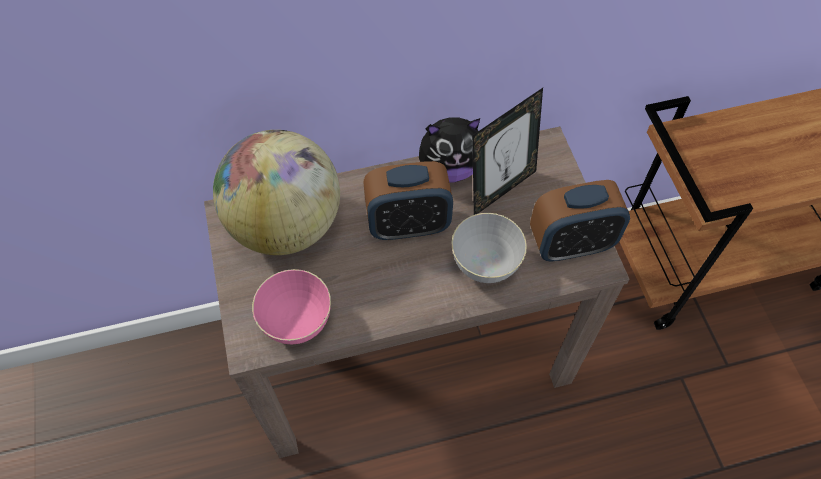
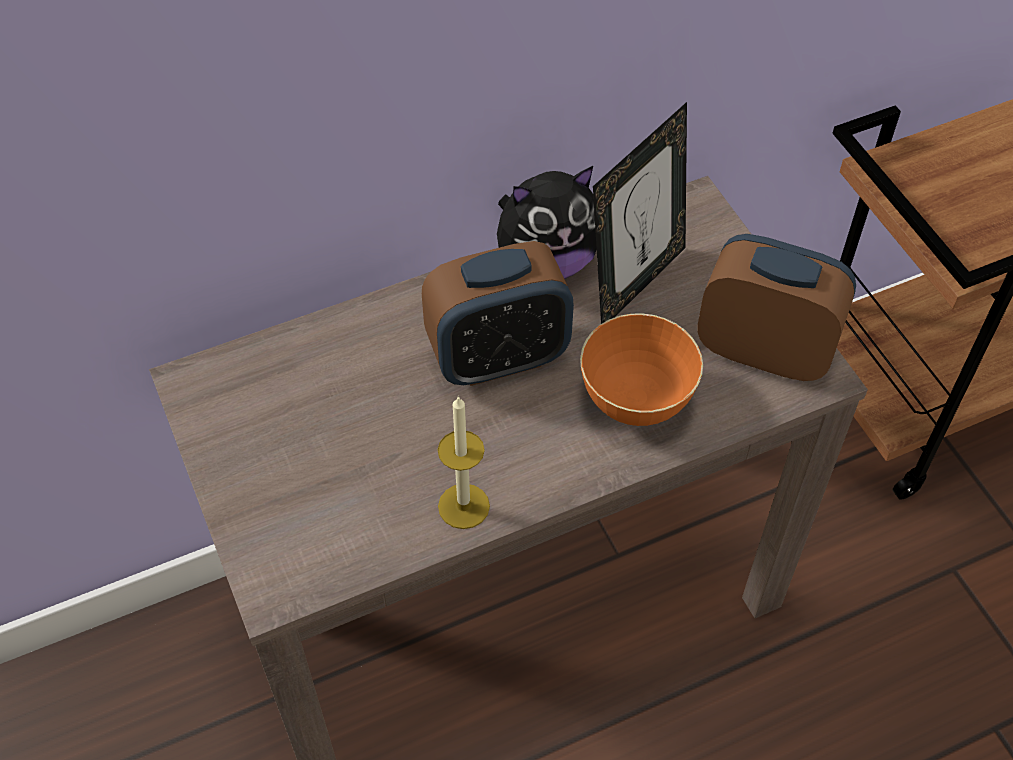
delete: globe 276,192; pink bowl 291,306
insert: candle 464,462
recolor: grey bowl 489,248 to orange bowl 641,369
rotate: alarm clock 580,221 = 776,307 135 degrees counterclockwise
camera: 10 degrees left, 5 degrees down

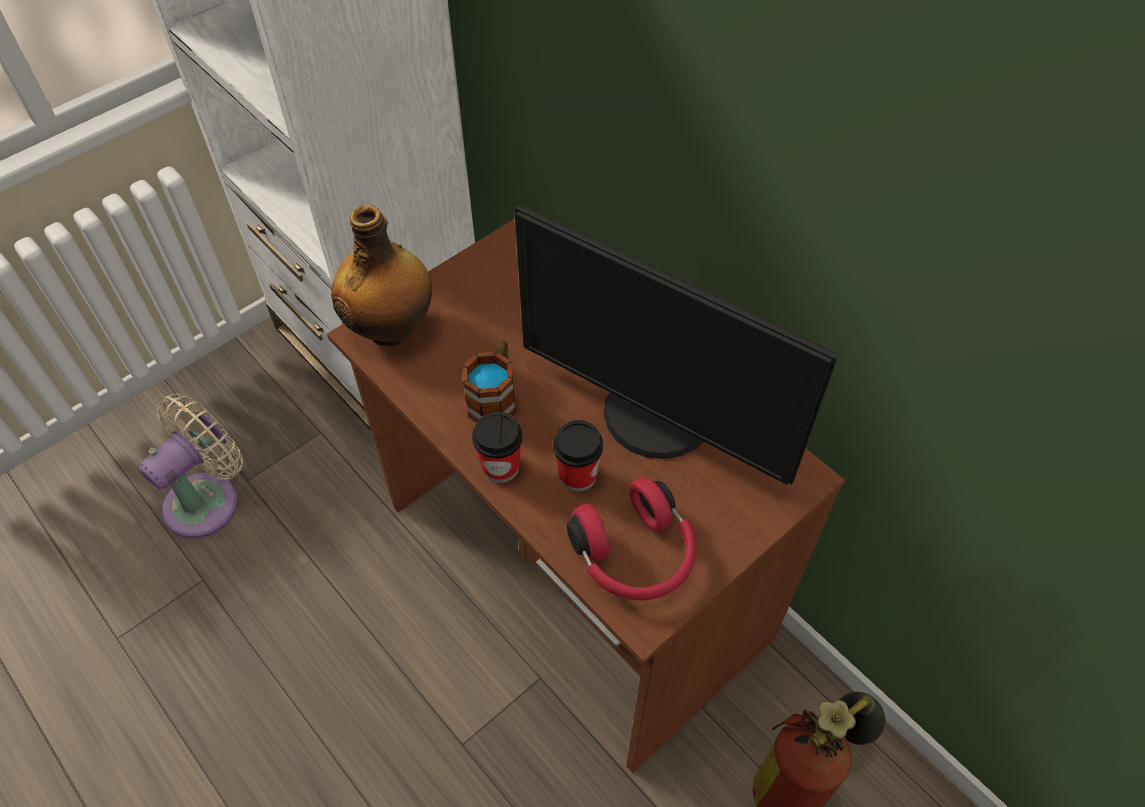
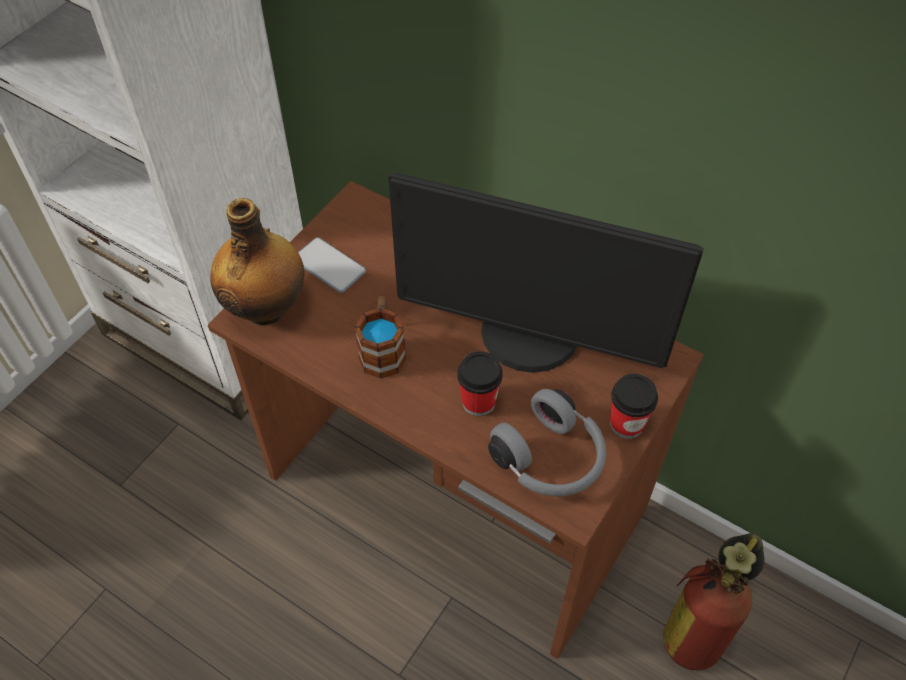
delete: beige fan 191,466
insert: phone 332,265
move: cup 497,447 to 634,406
recolor: red headphones 631,539 to grey headphones 547,442
camera: 15 degrees left, 0 degrees up

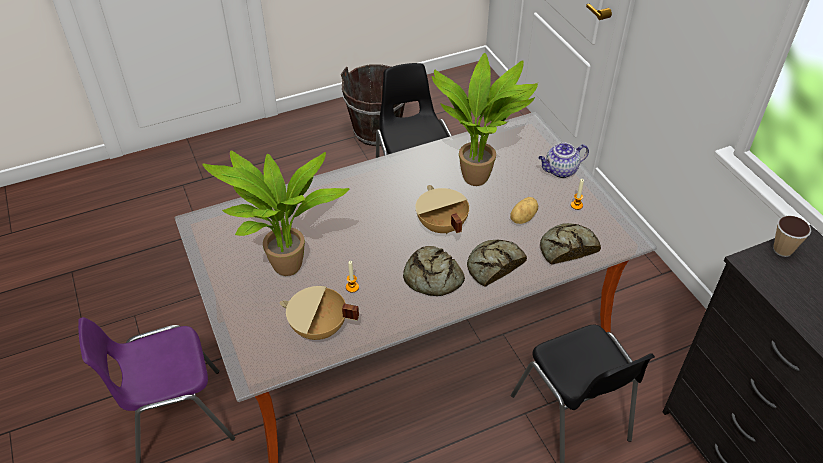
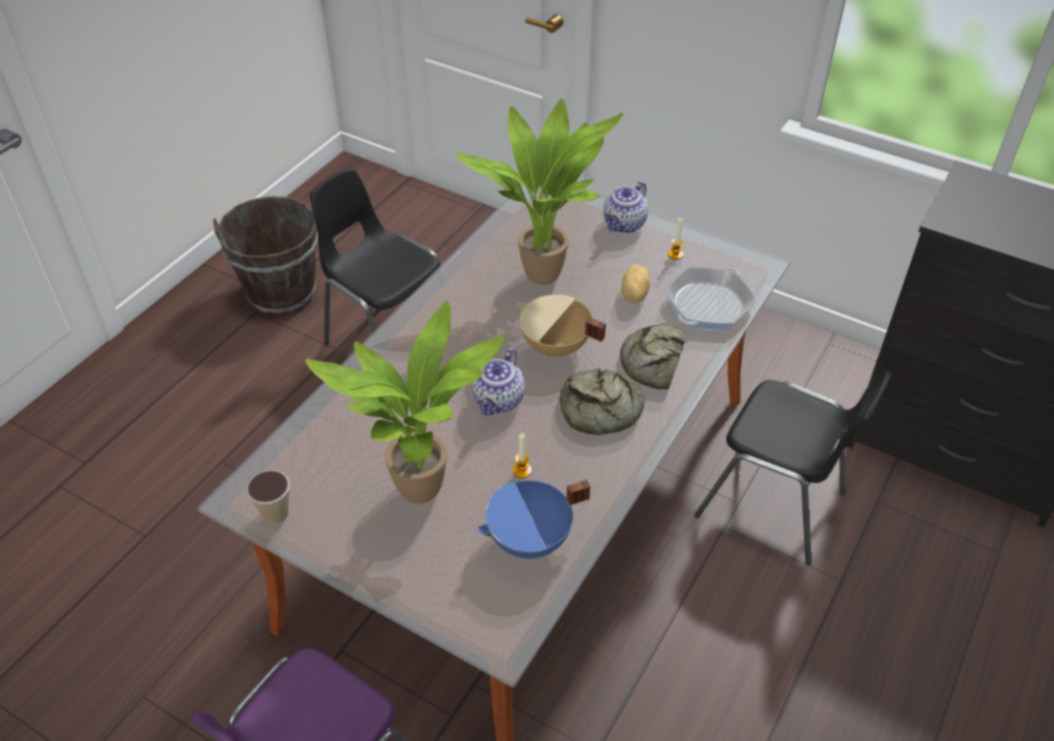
insert: teapot 498,382
move: cup 792,236 to 268,497
replace: bread 570,243 to frying pan 710,298
recolor: beige cooking pot 319,313 to blue cooking pot 533,519
camera: 35 degrees left, 0 degrees up

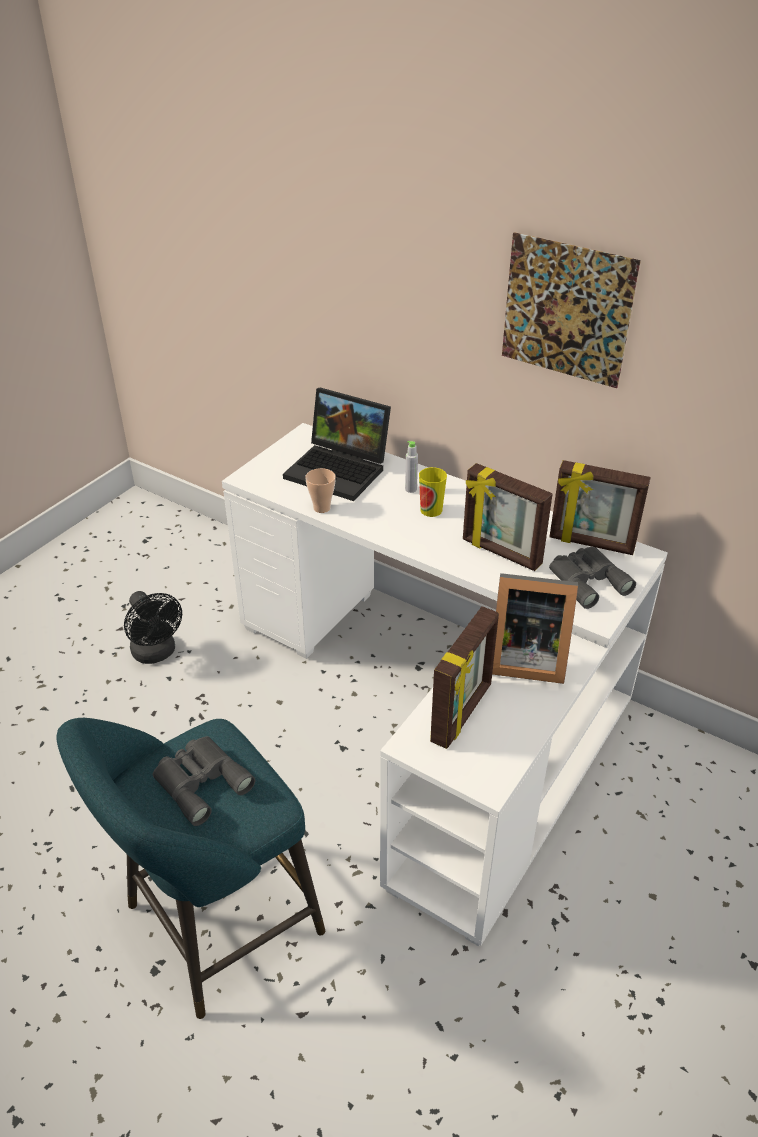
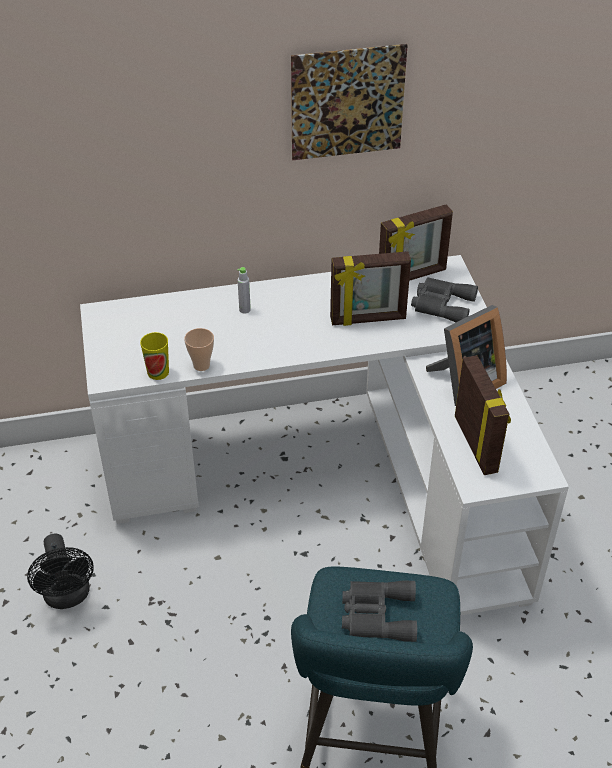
delete: laptop 337,444
move: cup 433,492 to 154,356
rotate: black fan 153,627 = 60,571 60 degrees clockwise
camera: 45 degrees left, 5 degrees up

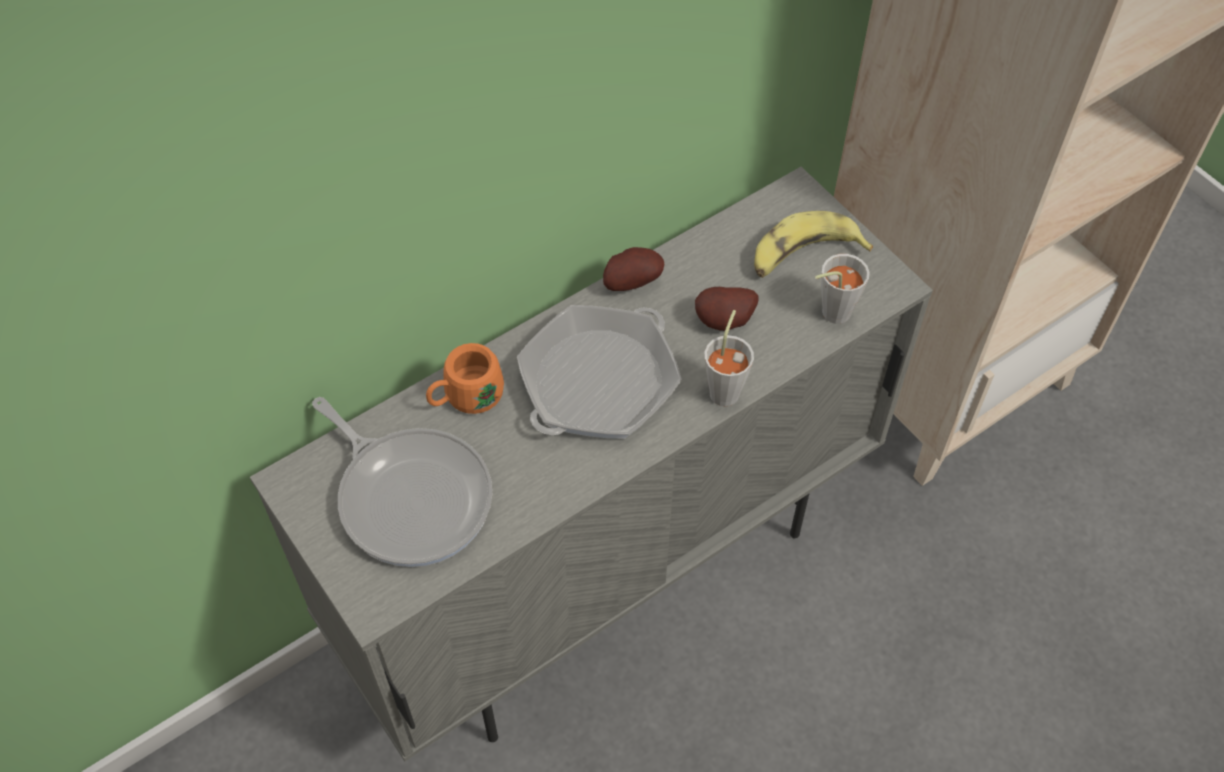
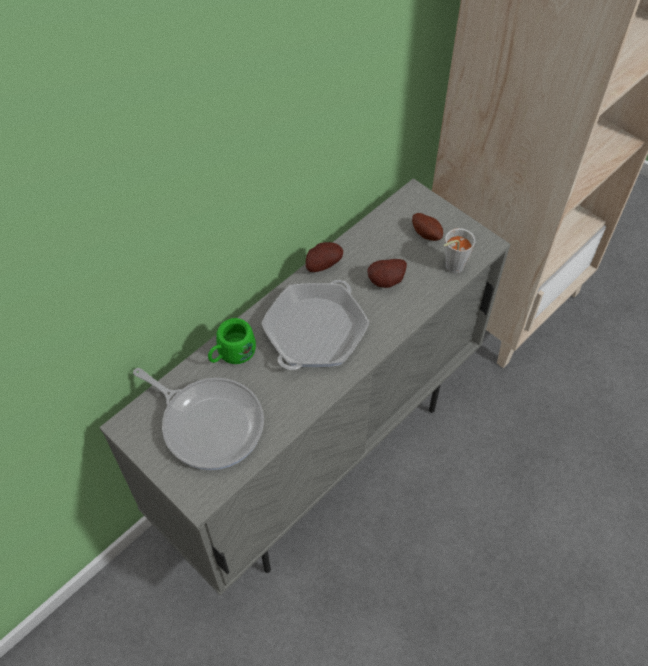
delete: grey cup 729,358
replace: banana 813,244 to potato 427,227
recolor: orange mug 465,378 to green mug 232,341
camera: 10 degrees left, 0 degrees up

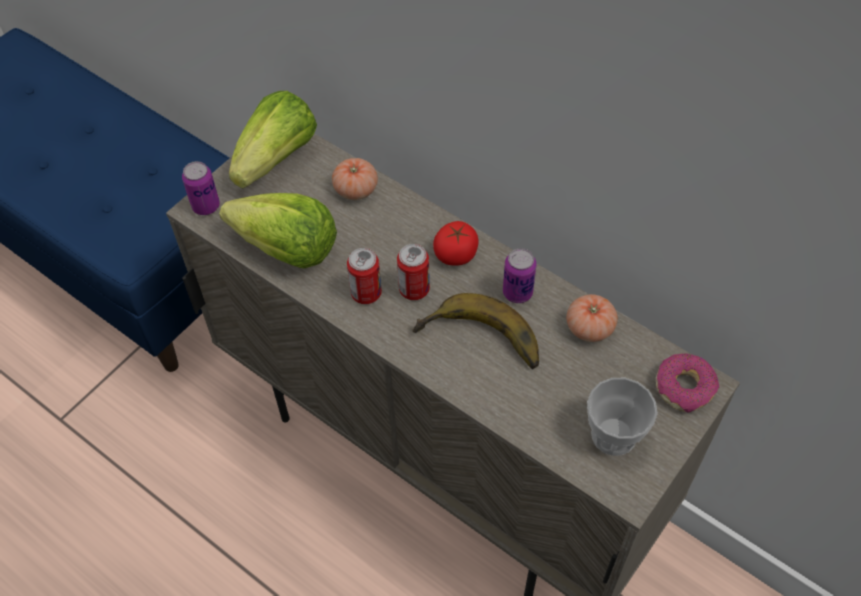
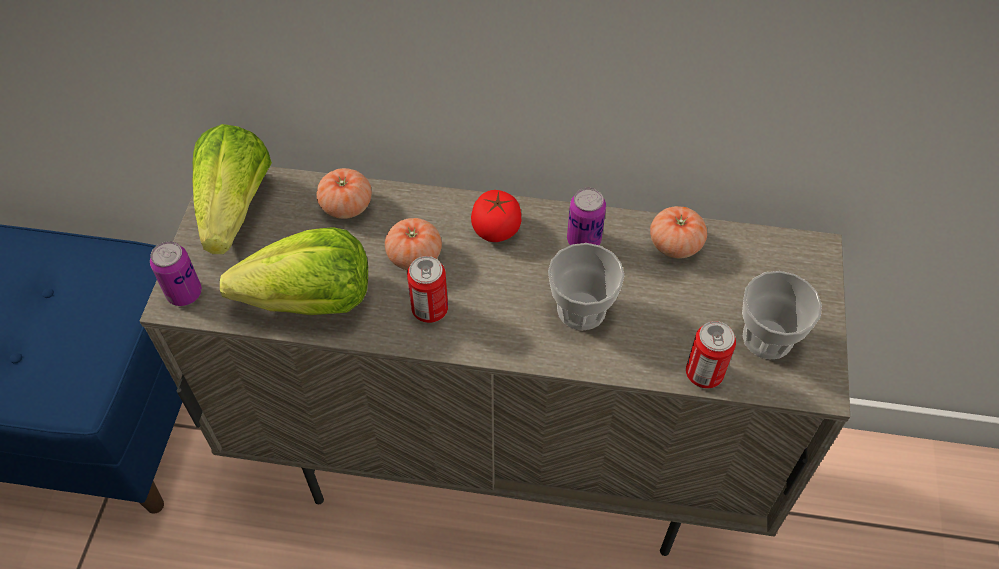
delete: donut 687,383
insert: tomato 413,244
move: can 413,272 to 711,354
replace: banana 475,331 to cup 586,287
camera: 30 degrees left, 0 degrees up

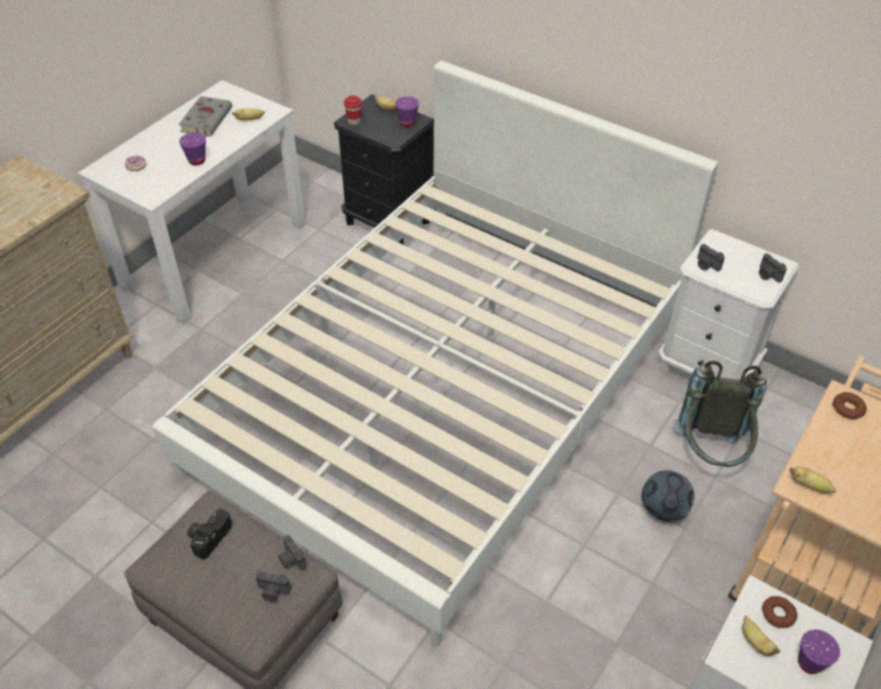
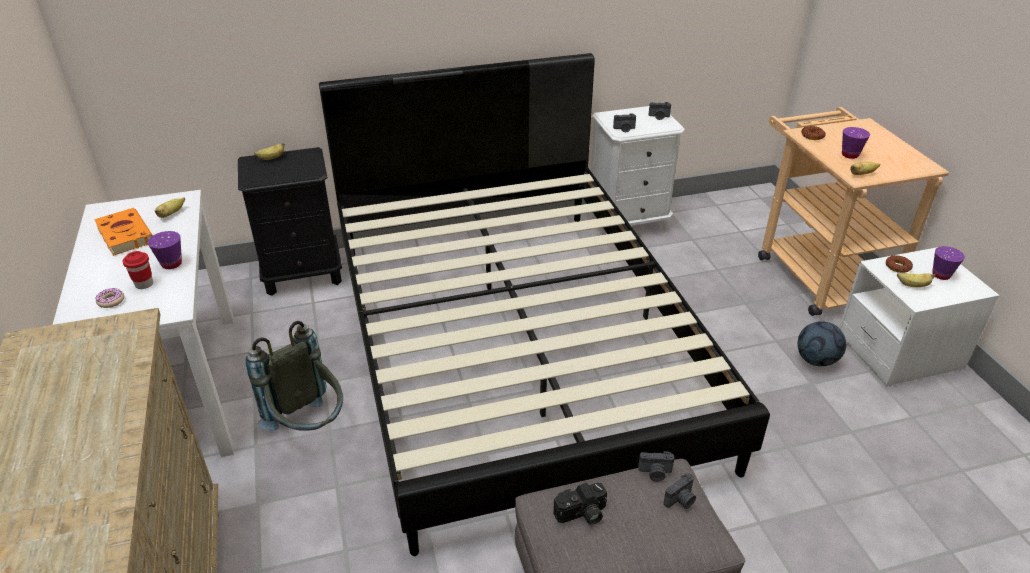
move: red cup 353,110 to 137,270; purple cup 407,111 to 856,143; grey backpack 720,414 to 294,376; football 667,496 to 821,343
recolor: white bed 435,354 to black bed 544,304; grey book 205,116 to orange book 123,232
rotate: photo camera 209,534 = 580,504 90 degrees counterclockwise
camera: 50 degrees left, 10 degrees down

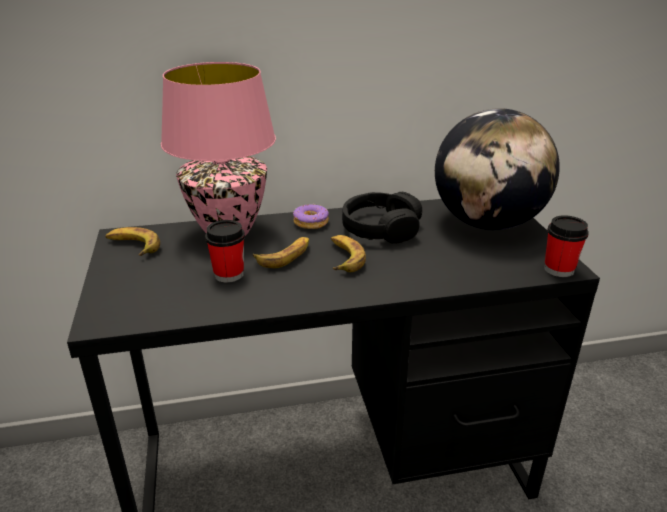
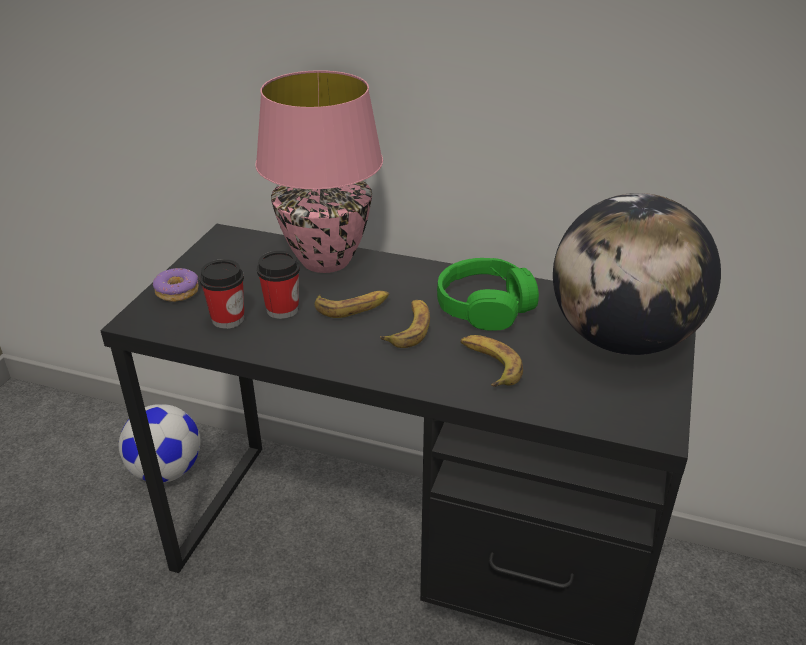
insert: football 160,443
move: donut 311,216 to 176,285; cup 566,246 to 222,294; banana 132,241 to 491,361
recolor: black headphones 382,218 to green headphones 488,294
camera: 30 degrees right, 5 degrees up

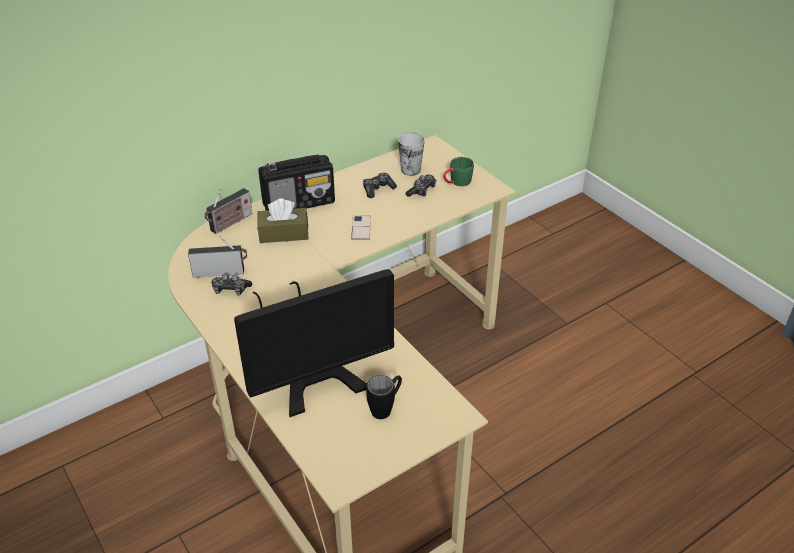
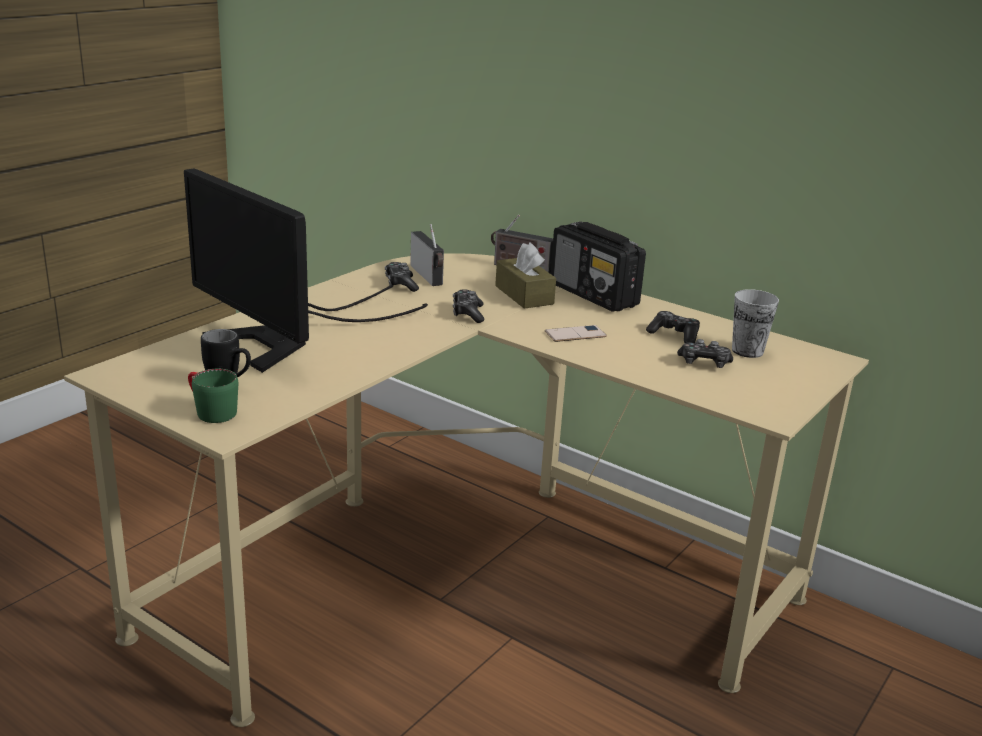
insert: game controller 468,306
move: green mug 458,171 to 213,396
camera: 70 degrees right, 15 degrees down

